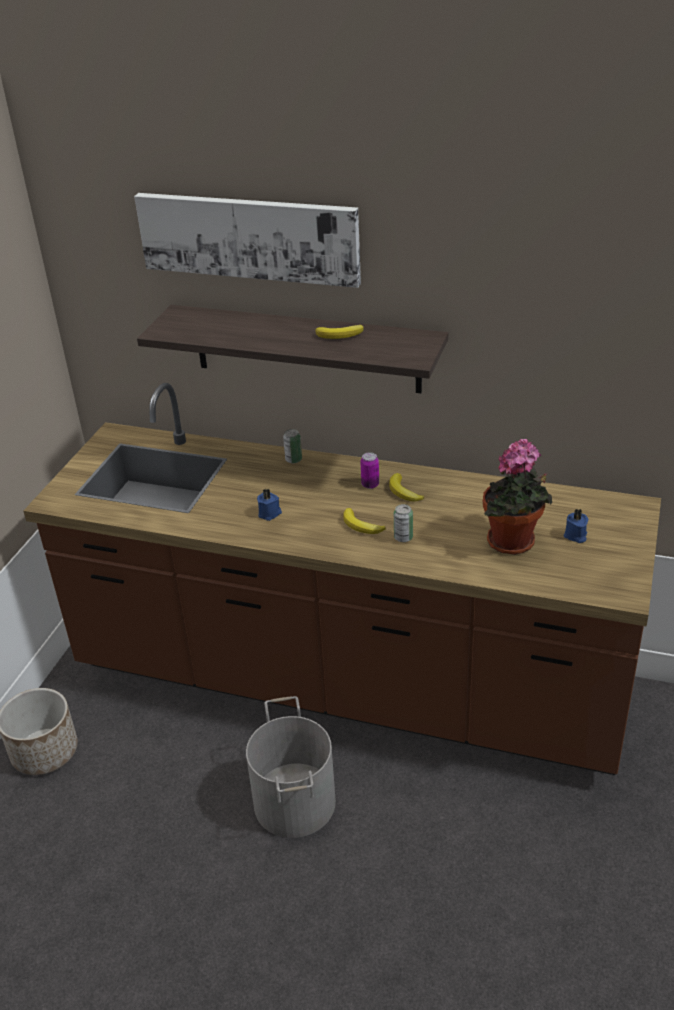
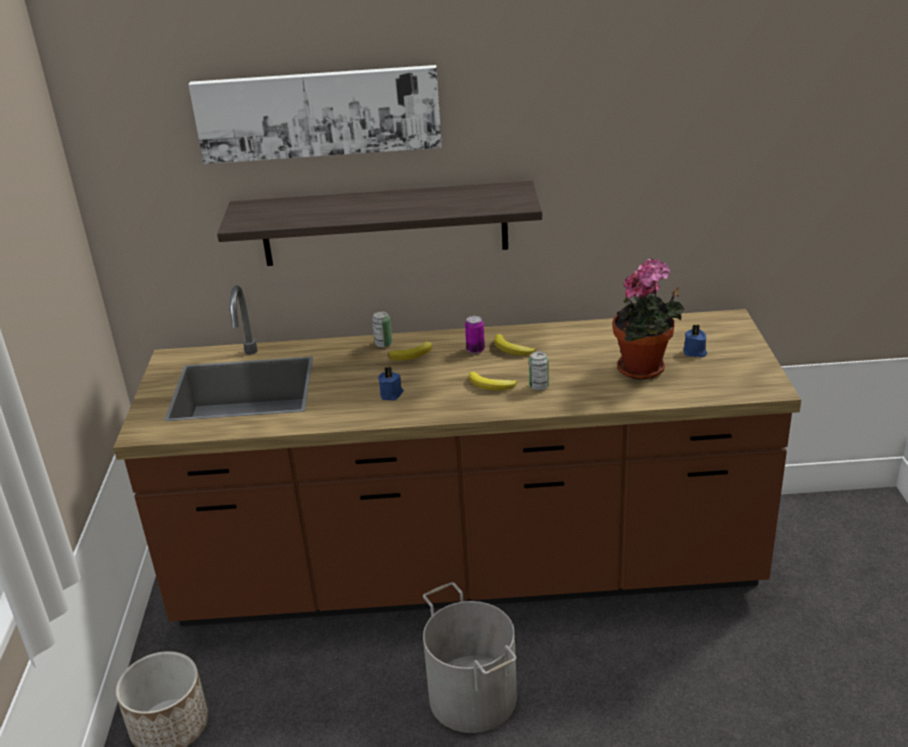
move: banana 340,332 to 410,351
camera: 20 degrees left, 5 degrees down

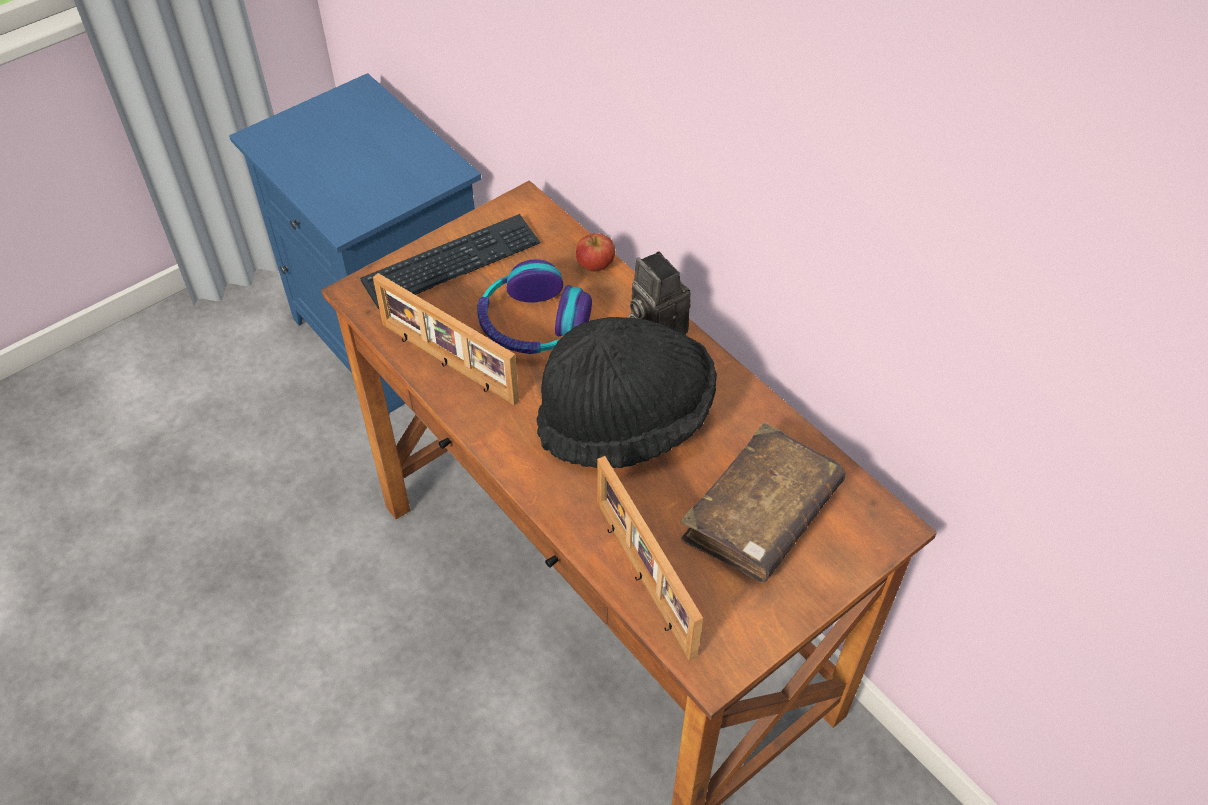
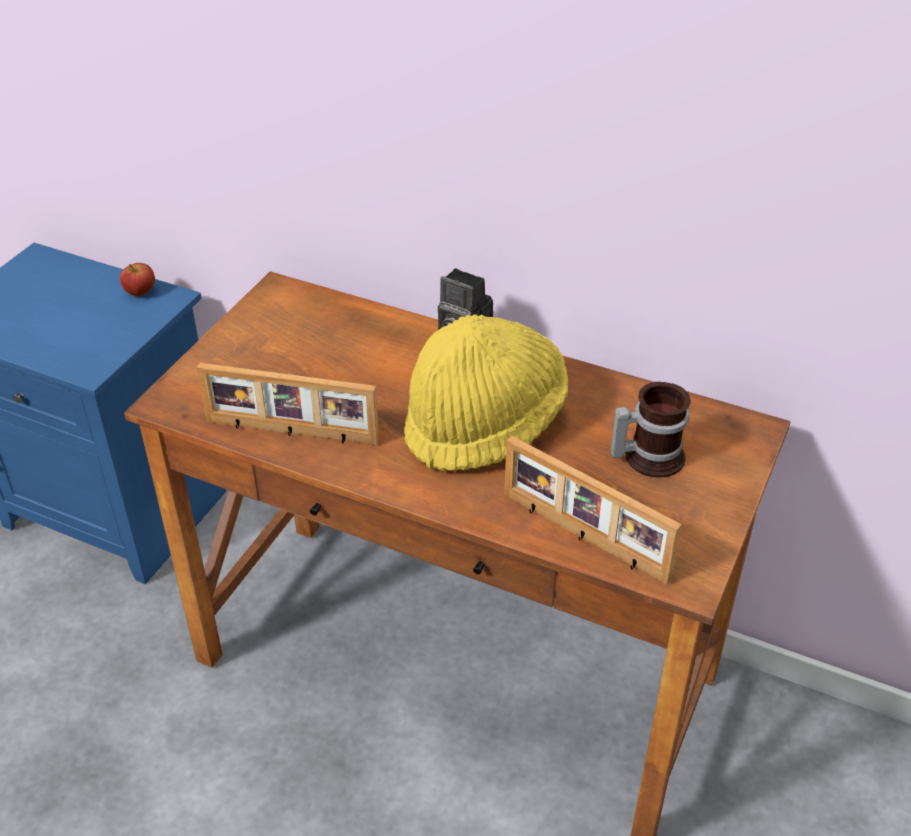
delete: keyboard 450,262; headphones 534,306
move: apple 595,252 to 137,280
replace: brown book 763,502 to mug 651,430
recolor: black hat 627,392 to yellow hat 486,392
camera: 25 degrees left, 10 degrees down

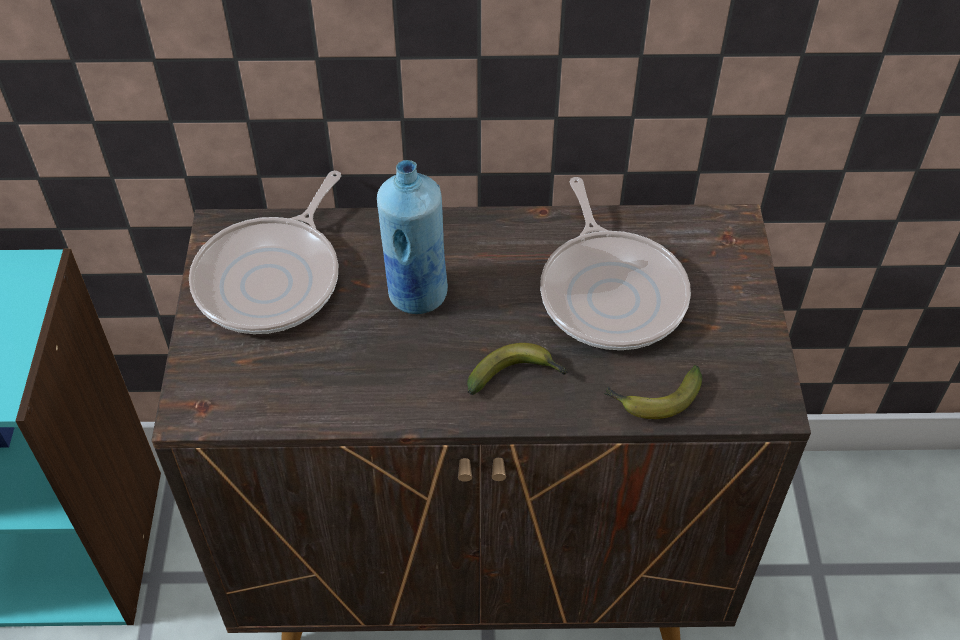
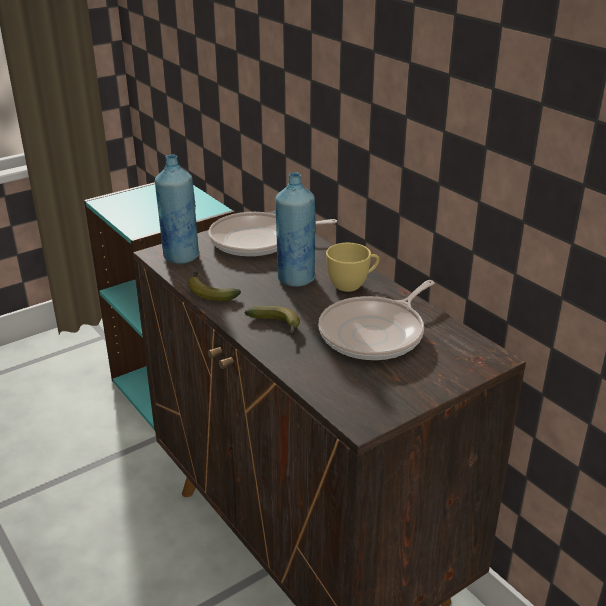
insert: blue bottle 177,209; yellow cup 352,267
move: banana 653,392 to 214,286
camera: 55 degrees right, 20 degrees down

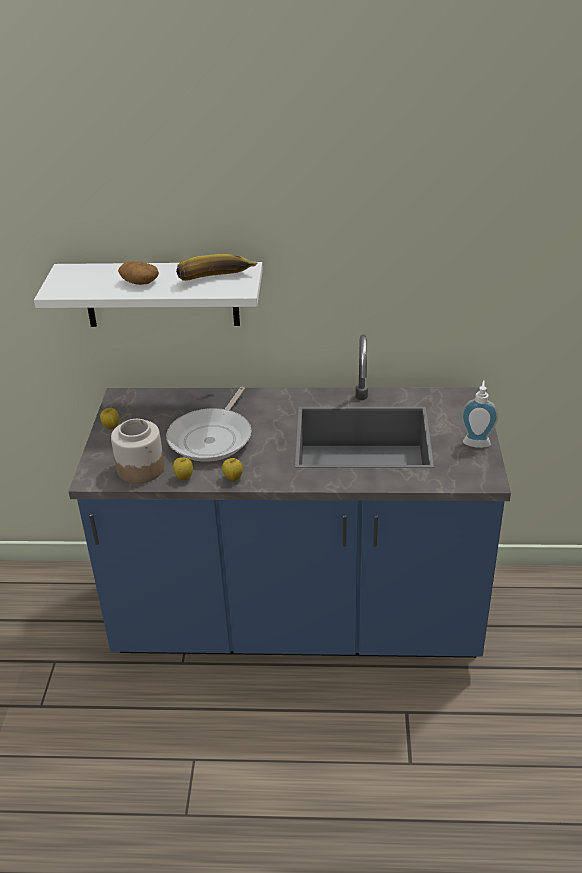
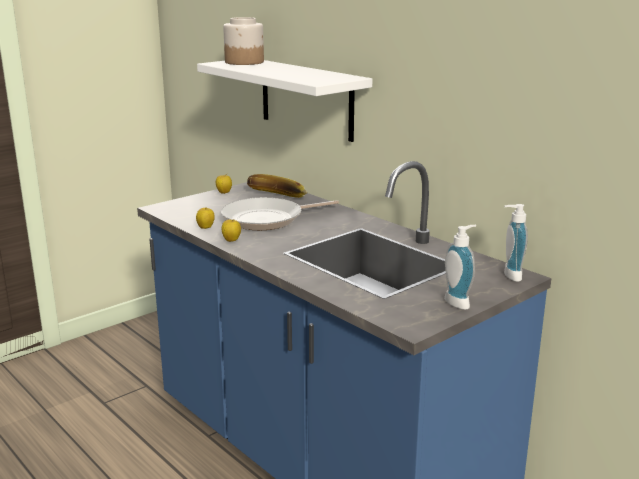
delete: potato 138,273
insert: soap dispenser 516,243
move: banana 217,267 to 277,186; jar 137,451 to 243,41
camera: 45 degrees right, 15 degrees down

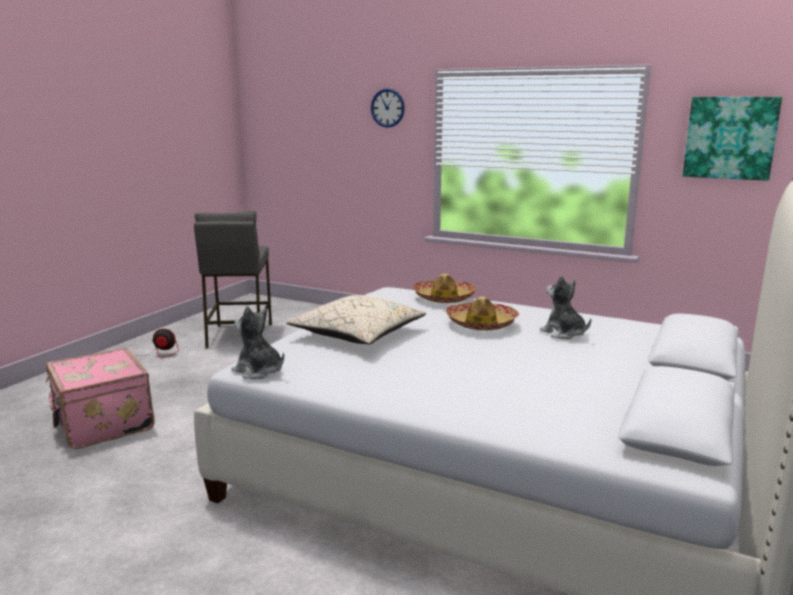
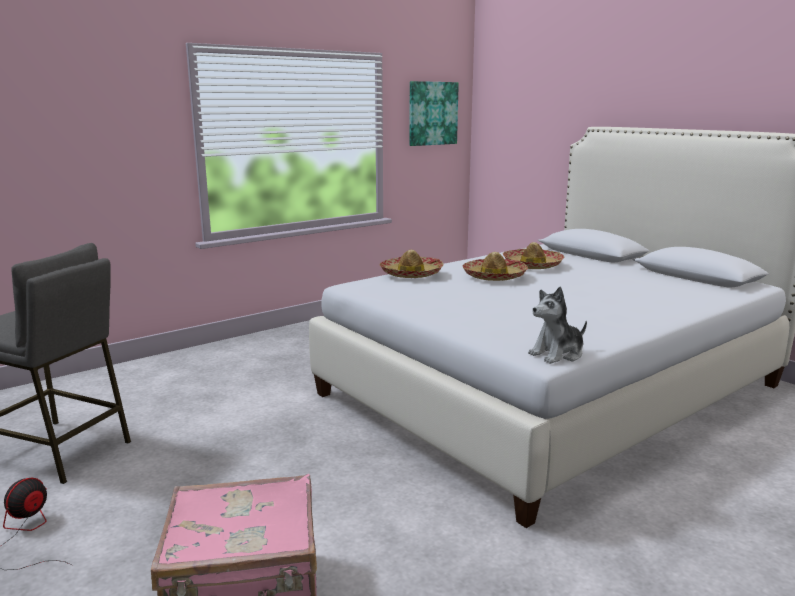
delete: wall clock 388,108; beige pillow 356,319
replace: plush toy 565,307 to hat 533,255
camera: 65 degrees left, 0 degrees up

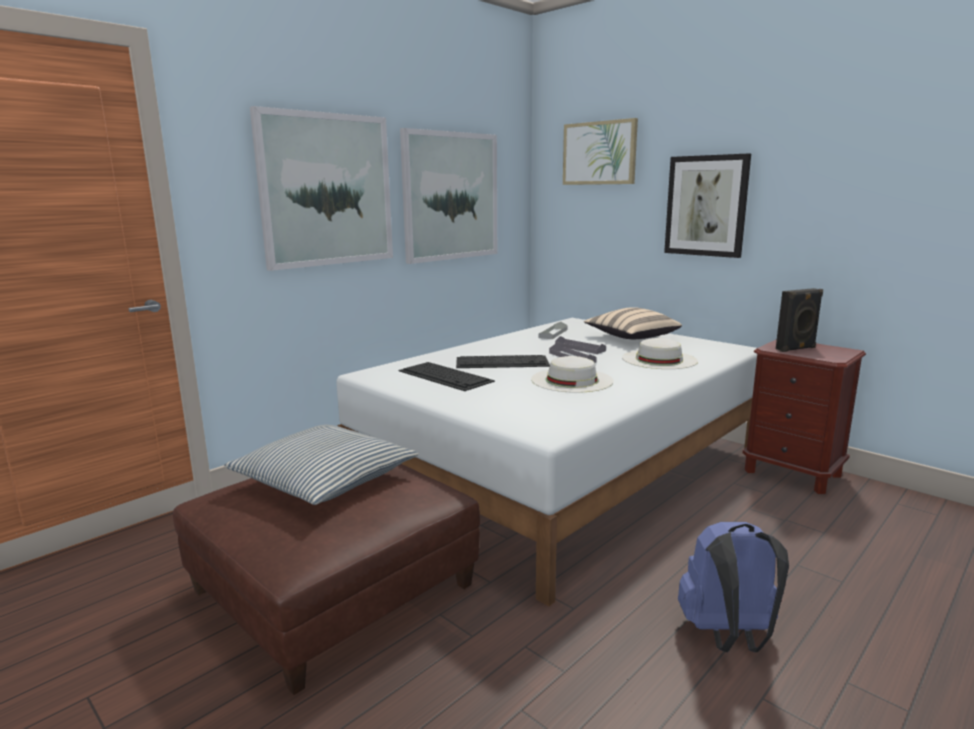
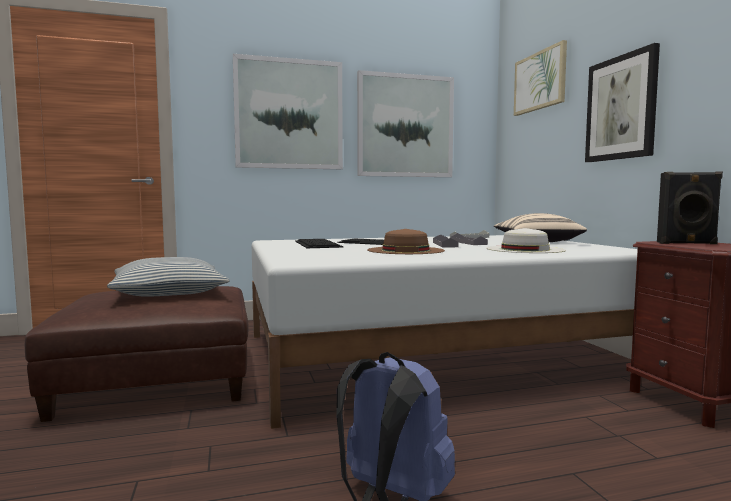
recolor: white hat 572,374 to brown hat 406,241
camera: 30 degrees right, 10 degrees down

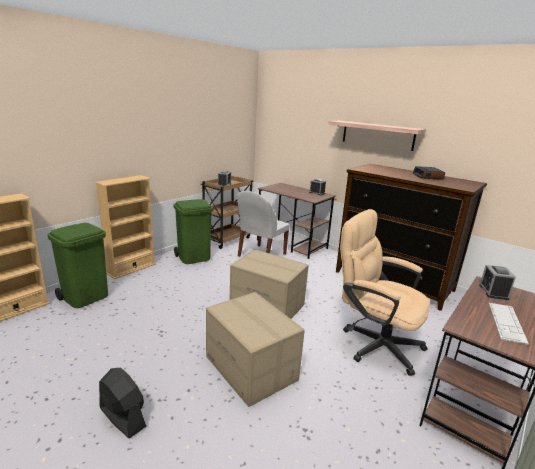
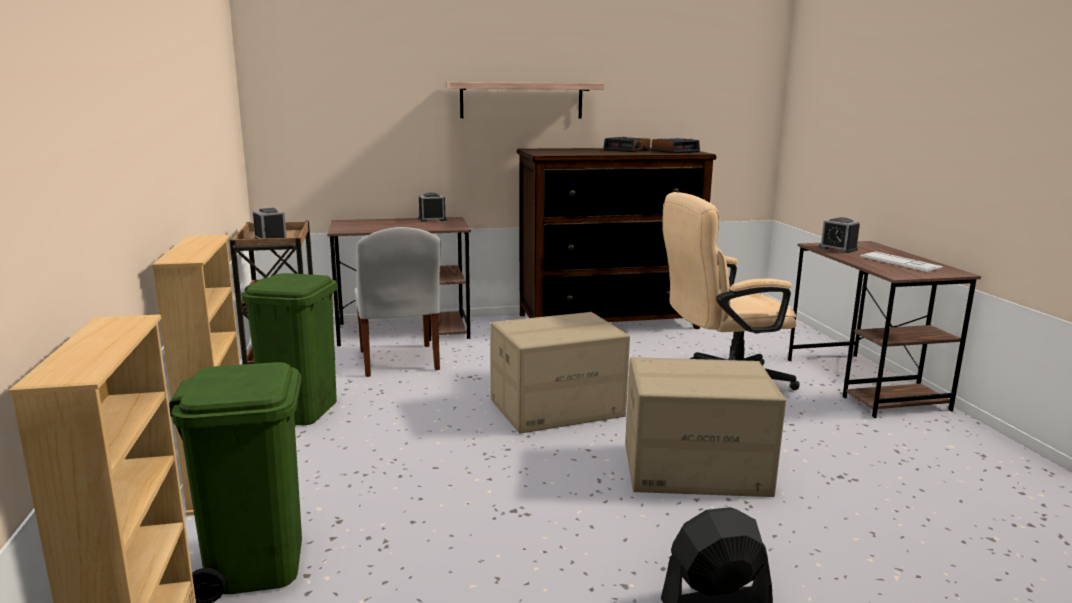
insert: alarm clock 676,145
camera: 50 degrees left, 5 degrees down

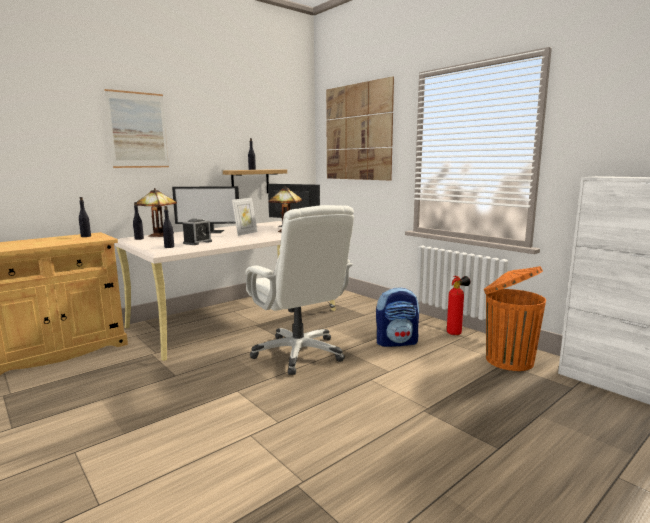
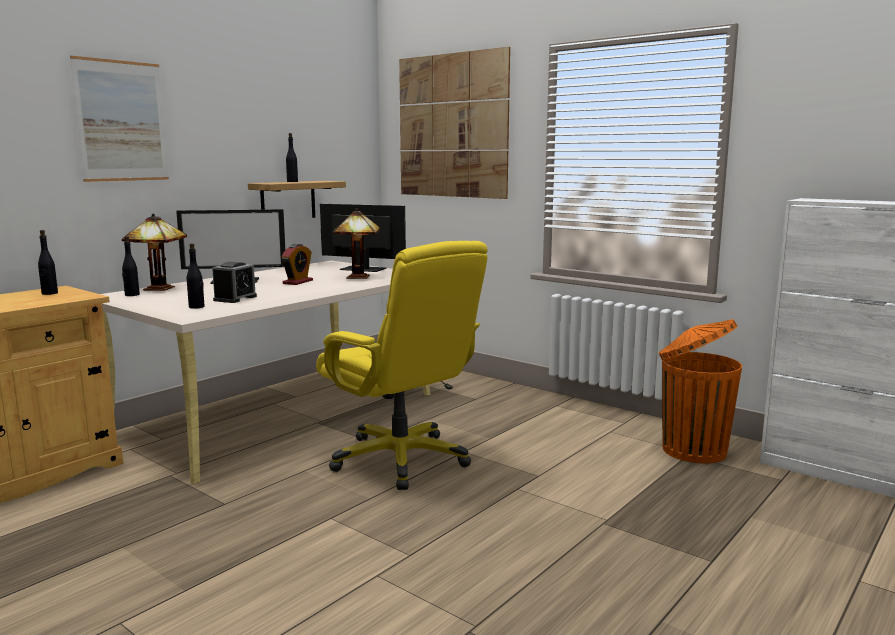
delete: fire extinguisher 458,305; backpack 397,317
replace: picture frame 244,217 to alarm clock 297,264
recolor: white office chair 300,290 to yellow office chair 402,365
camera: 10 degrees left, 0 degrees up

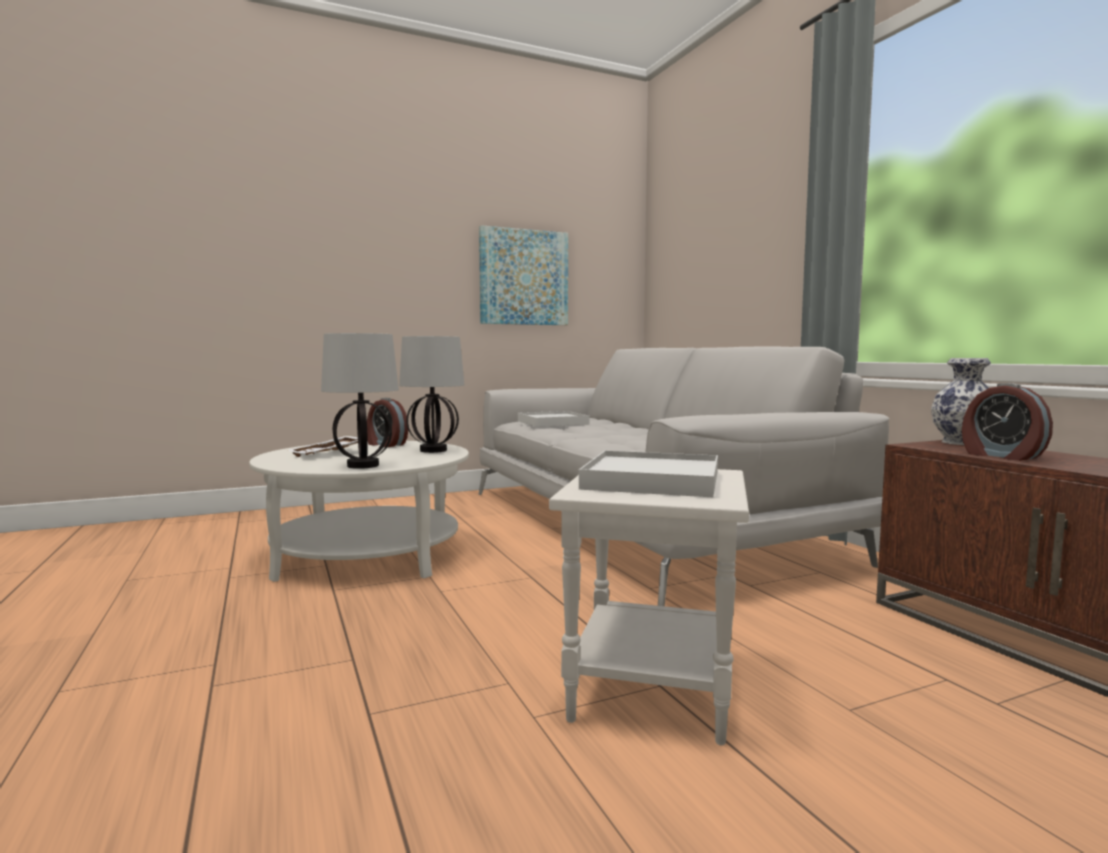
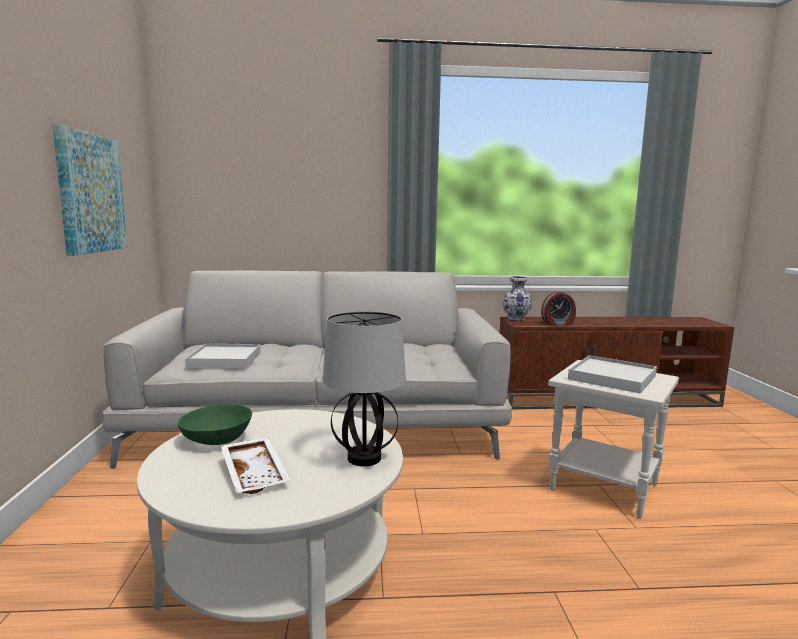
delete: table lamp 431,394
replace: alarm clock 387,422 to green bowl 215,424
camera: 70 degrees left, 5 degrees up

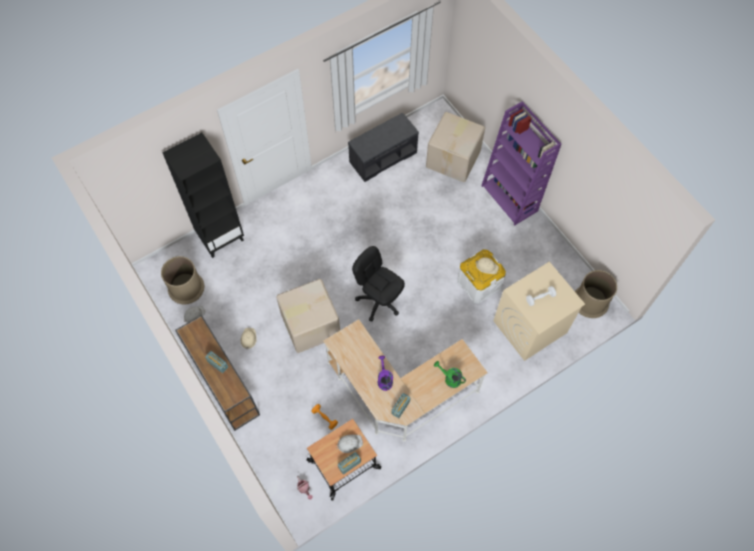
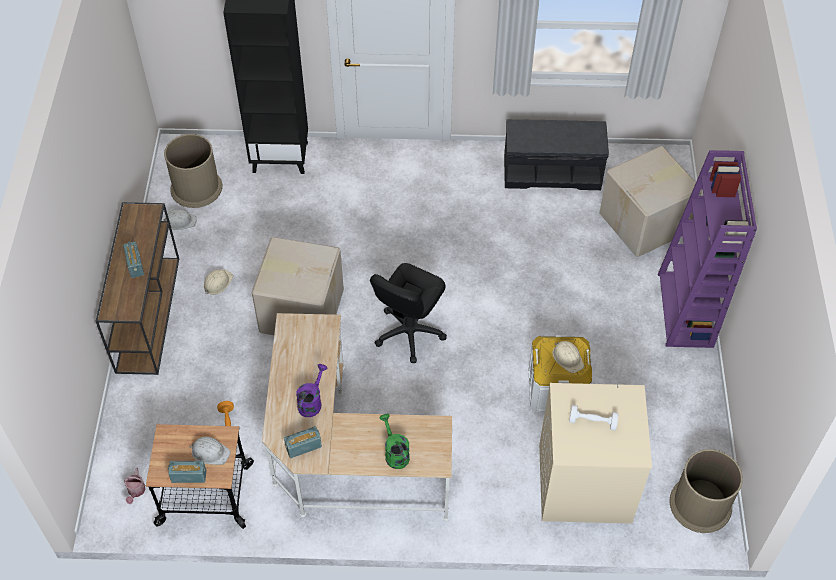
rotate: black office chair 378,284 = 408,313 135 degrees counterclockwise
camera: 35 degrees right, 10 degrees down

